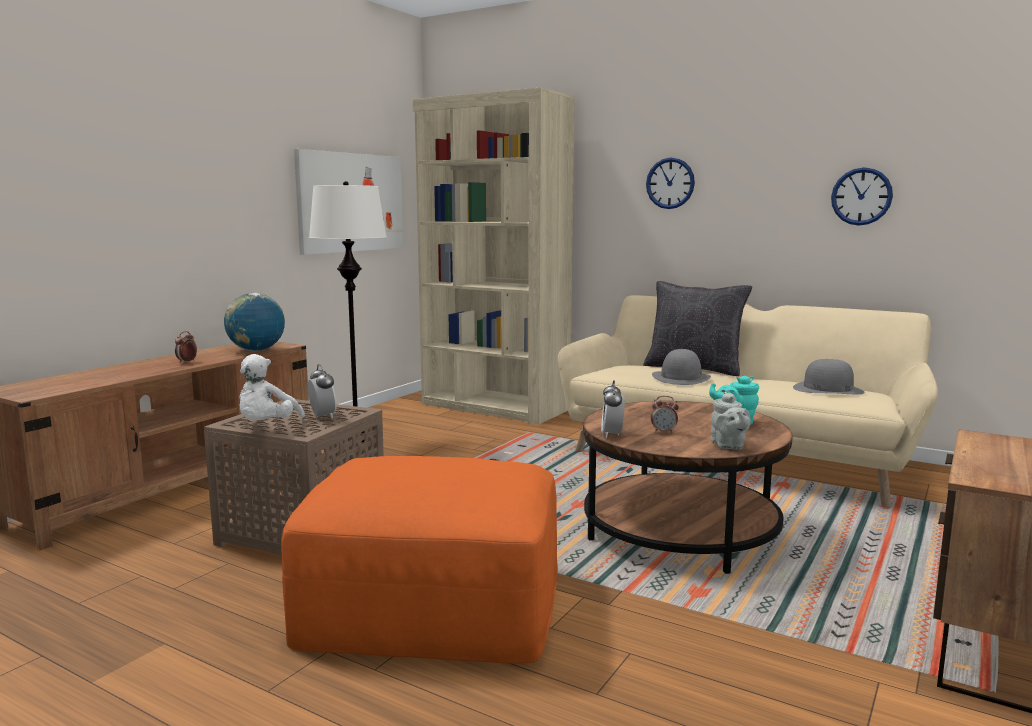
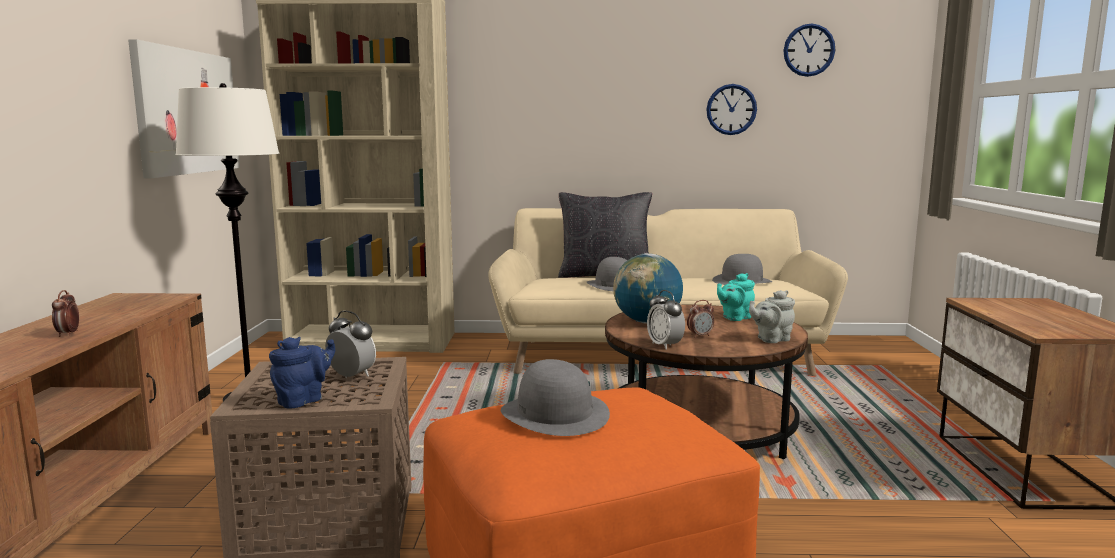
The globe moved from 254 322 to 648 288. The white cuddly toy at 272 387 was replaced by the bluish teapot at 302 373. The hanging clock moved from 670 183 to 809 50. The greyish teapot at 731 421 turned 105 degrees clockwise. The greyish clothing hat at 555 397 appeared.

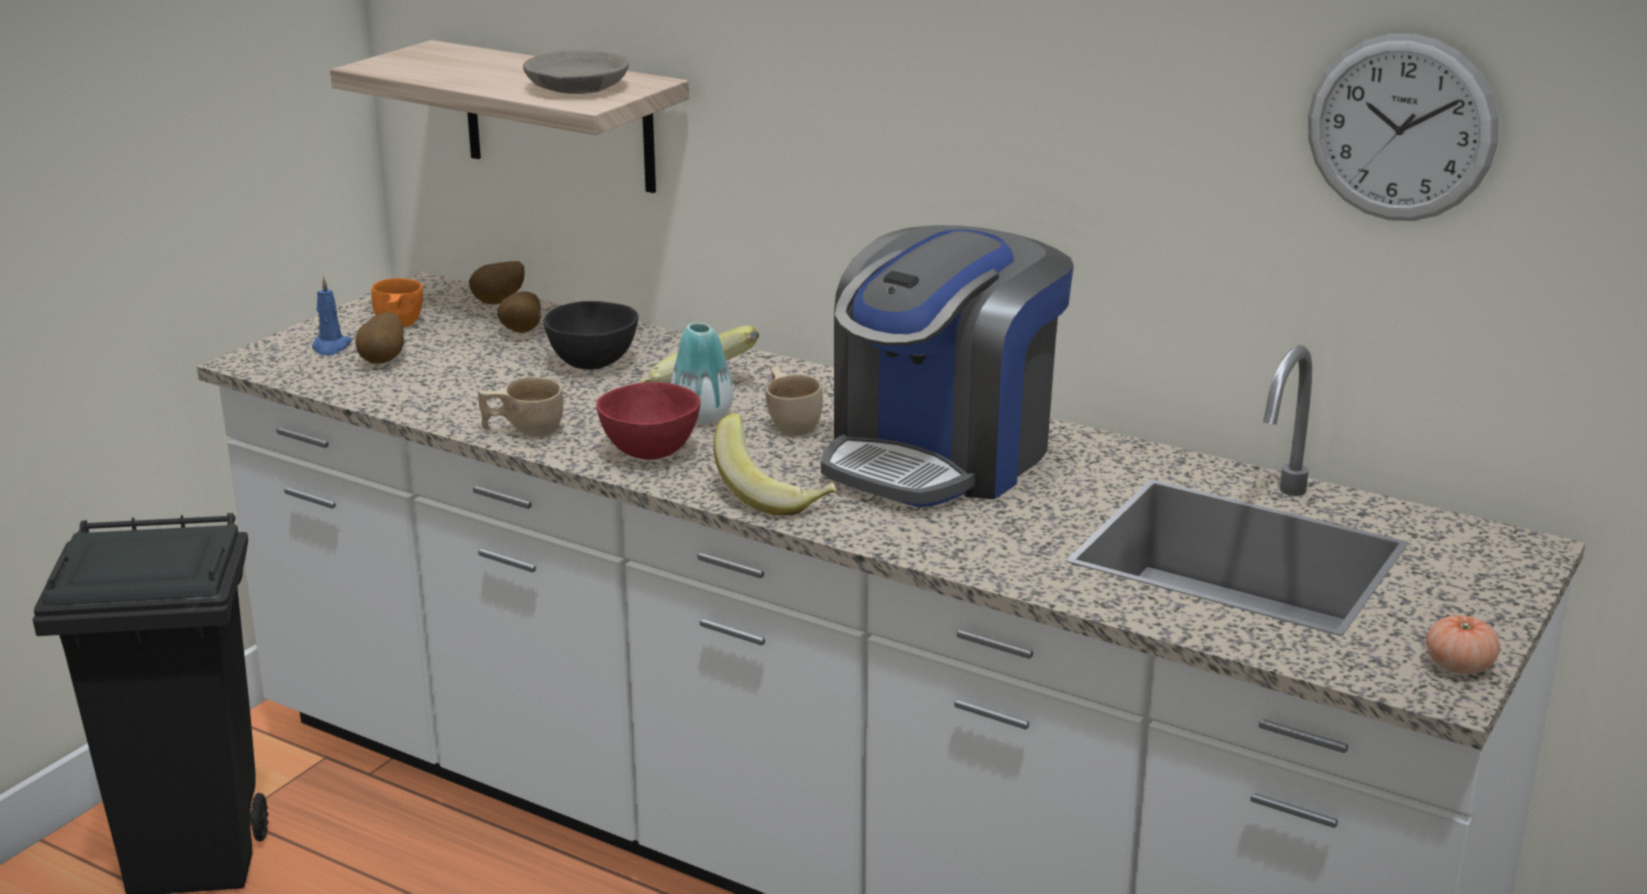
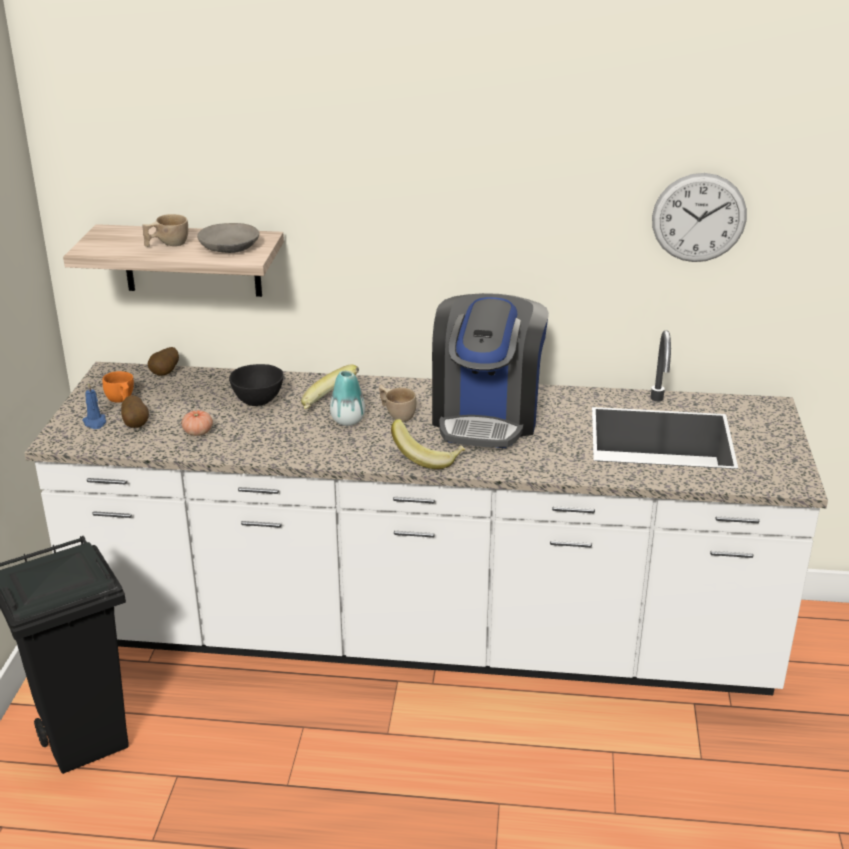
The sand-coloured drinking cup moved from 520 407 to 165 230. The whole potato at 519 312 disappeared. The red serving bowl at 648 421 disappeared. The tomato moved from 1463 644 to 197 423.

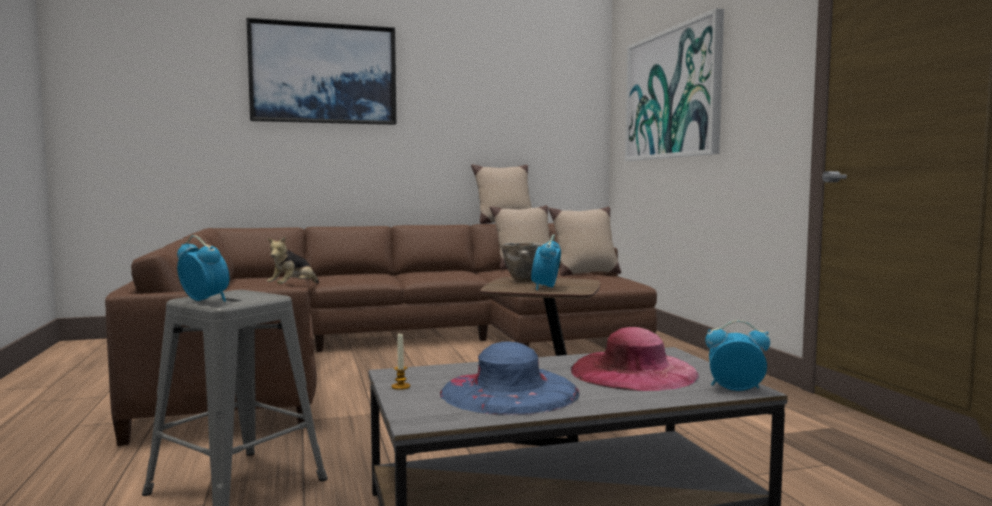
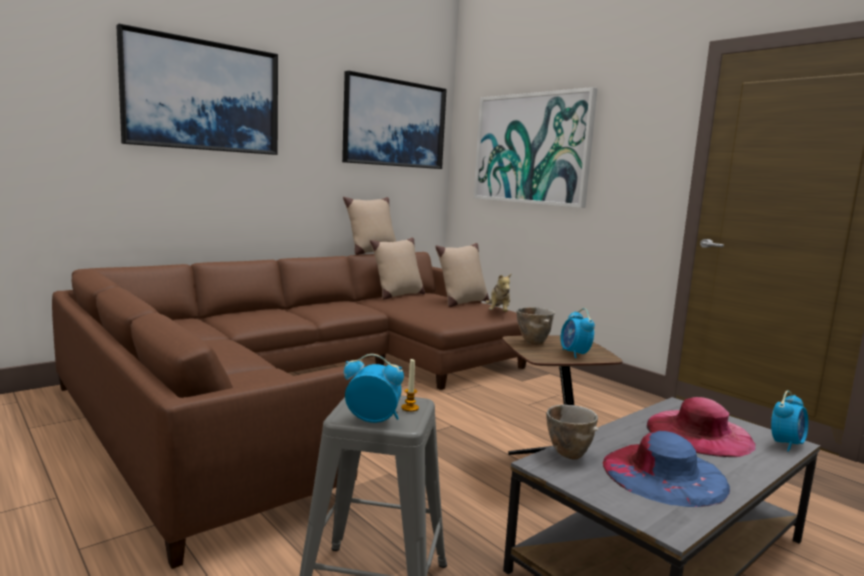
The cuddly toy moved from 293 260 to 498 293. The candle moved from 401 361 to 410 385. The table clock at 737 355 turned 150 degrees clockwise. The wall picture at 394 120 appeared. The serving bowl at 572 432 appeared.

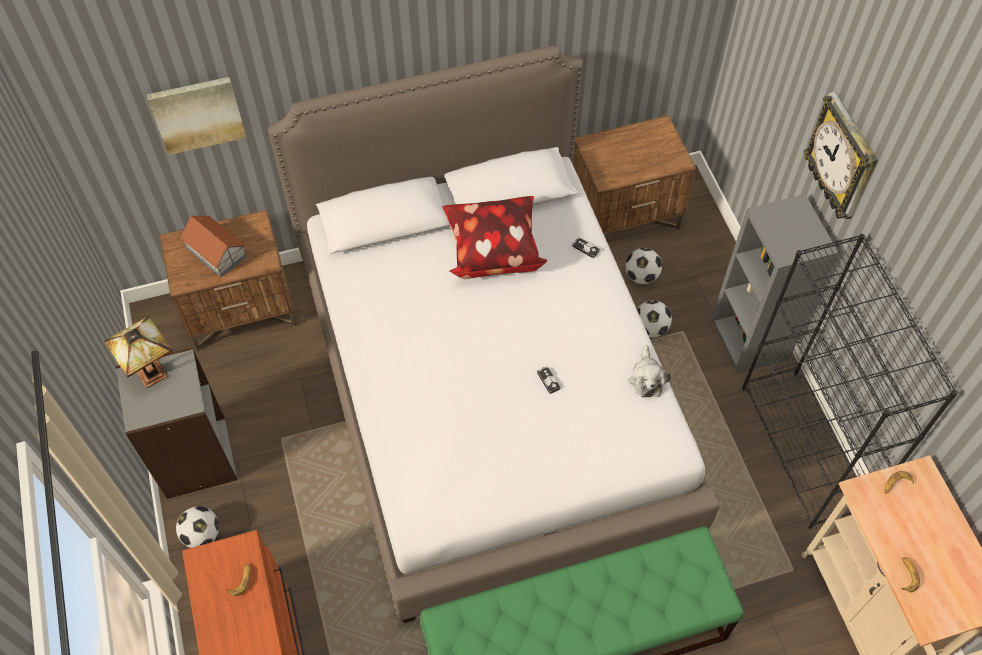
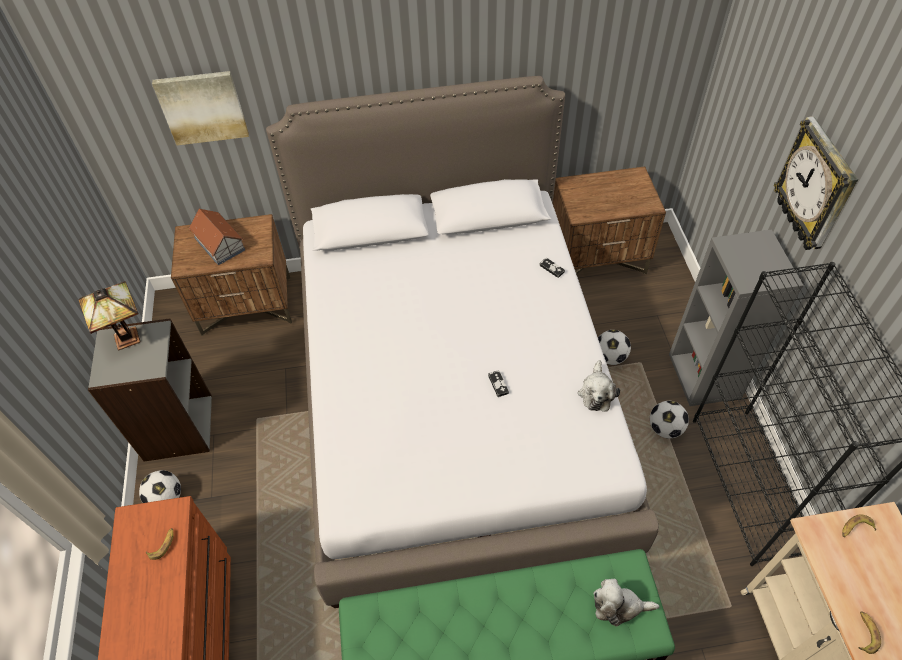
The pillow at 494 237 disappeared. The ball for football moved from 643 266 to 669 420. The cuddly toy at 626 602 appeared.

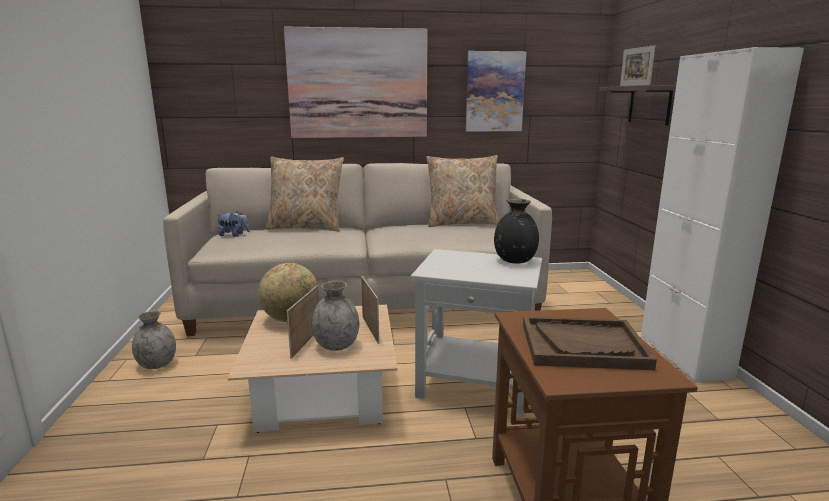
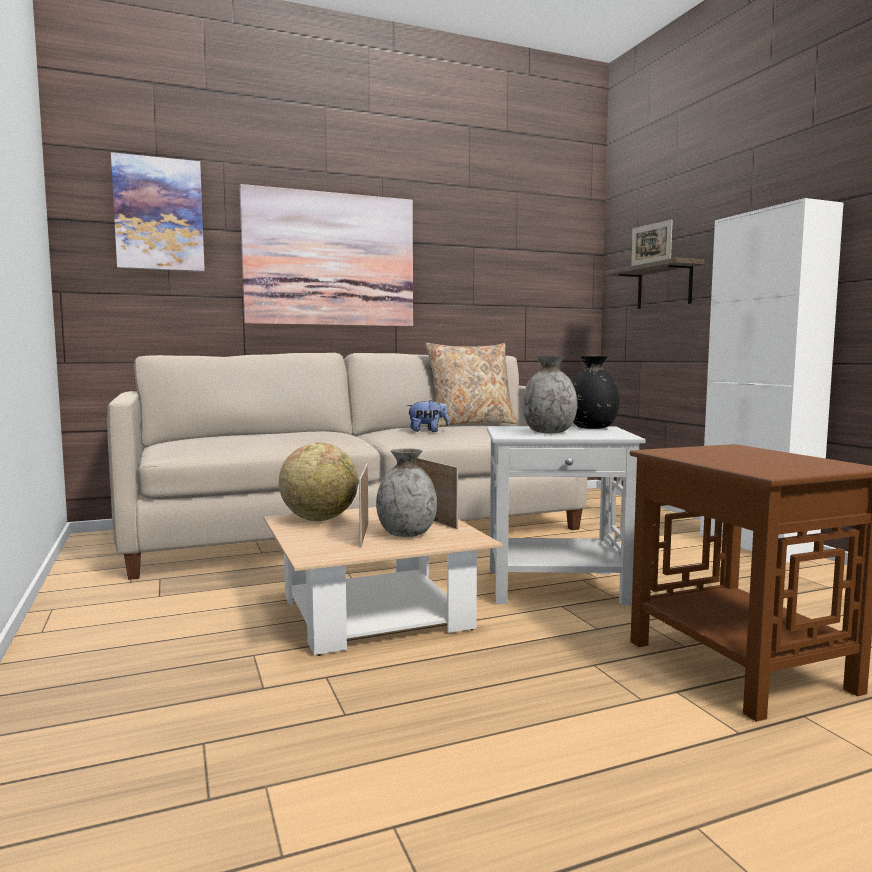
The greyish flower vase moved from 154 340 to 549 394. The cuddly toy moved from 233 224 to 428 416. The sand-coloured pillow at 304 194 disappeared. The wall picture moved from 496 91 to 158 212. The brown tray at 590 343 disappeared.

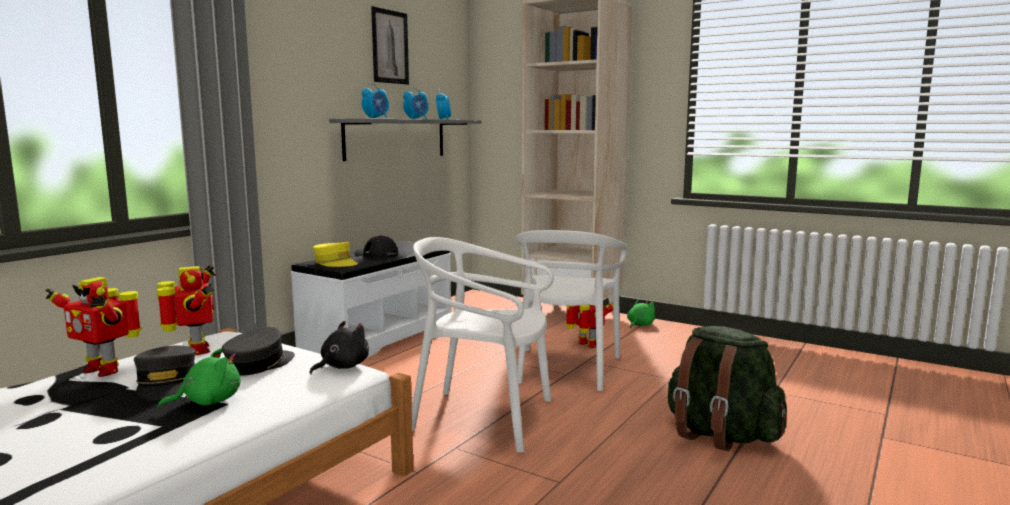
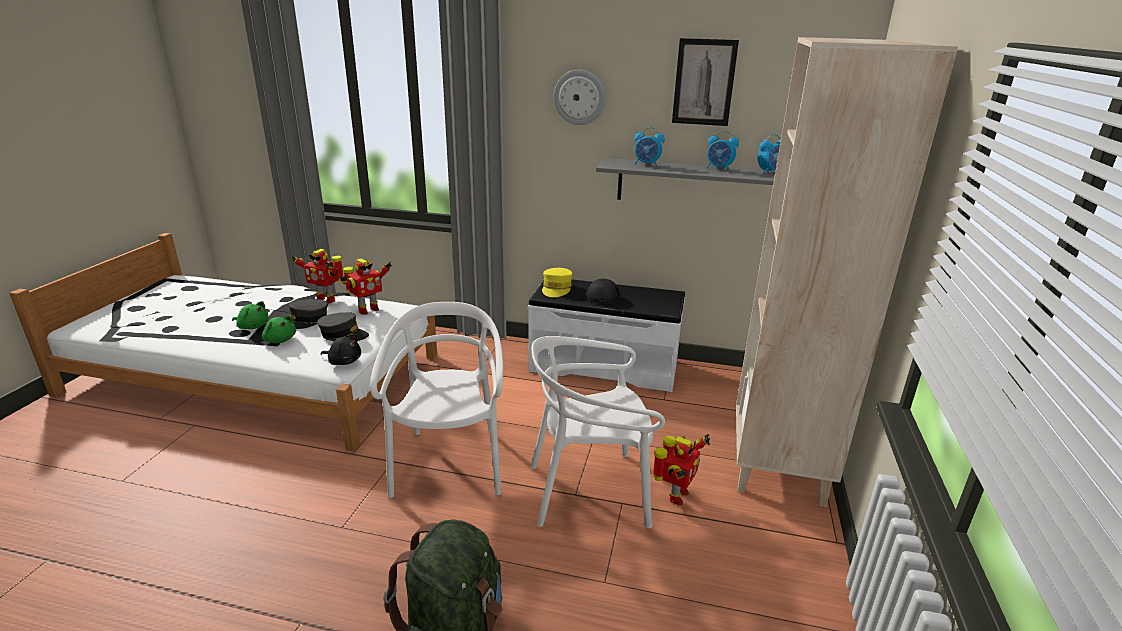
The model robot at 93 327 turned 75 degrees counterclockwise. The greenish cuddly toy moved from 641 314 to 250 315. The hanging clock at 579 97 appeared.

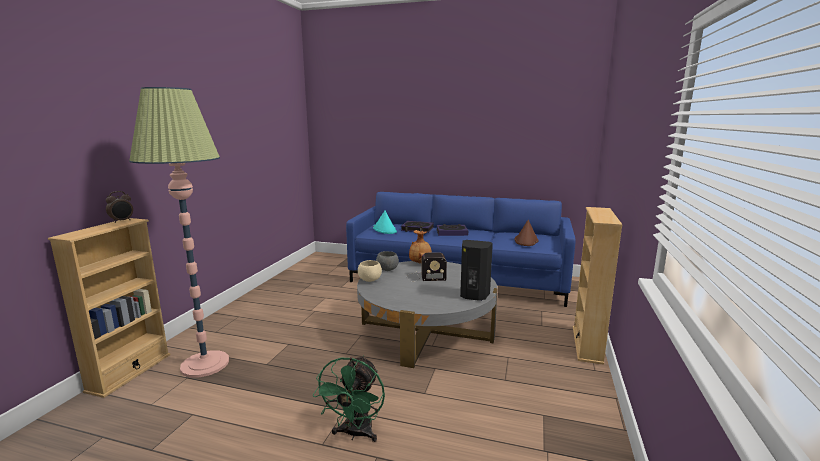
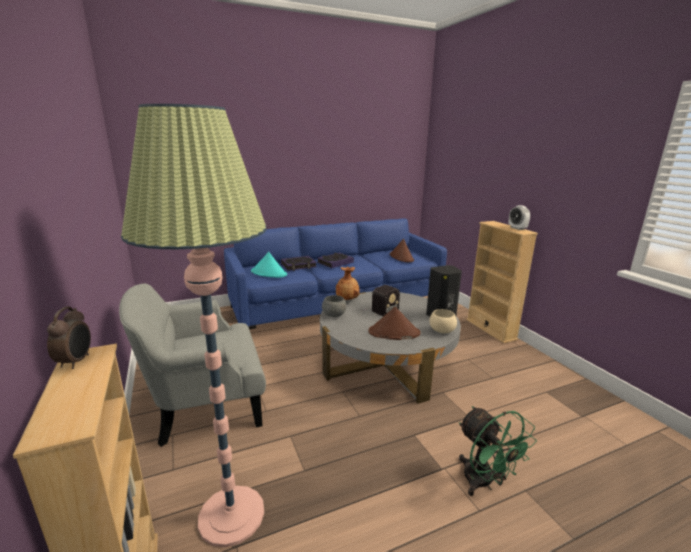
The sand-coloured serving bowl moved from 370 271 to 443 321. The greyish lounge chair at 192 365 appeared. The brown clothing hat at 394 323 appeared. The table clock at 519 217 appeared.

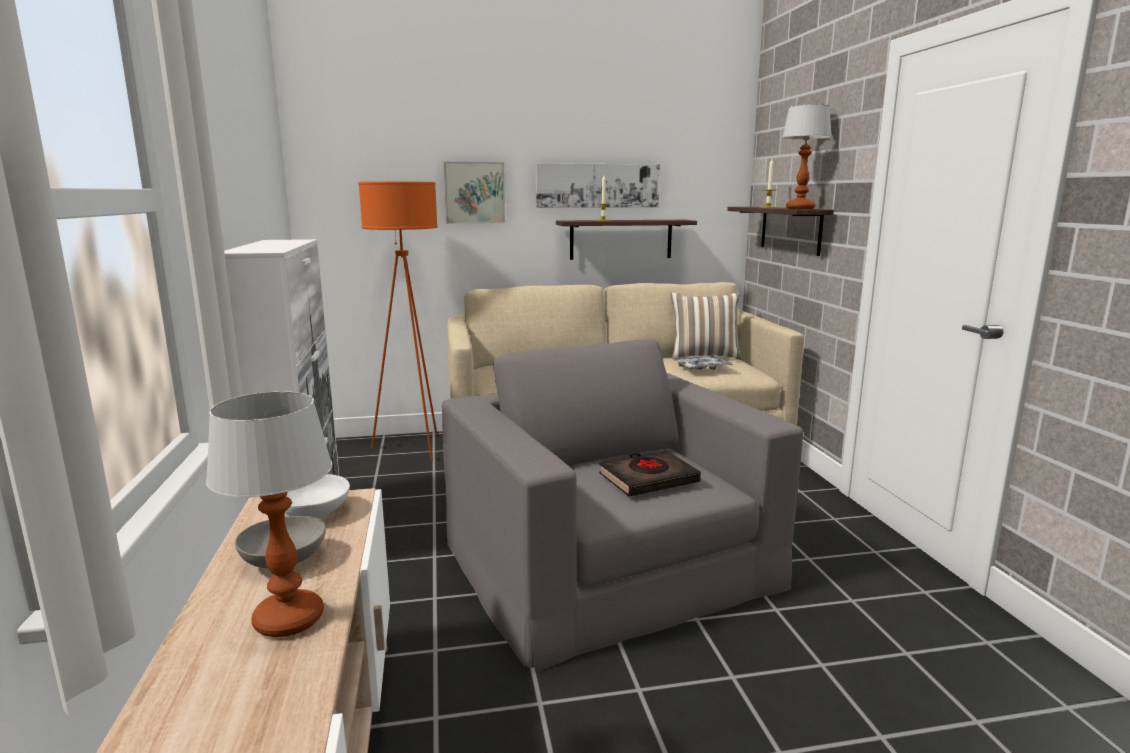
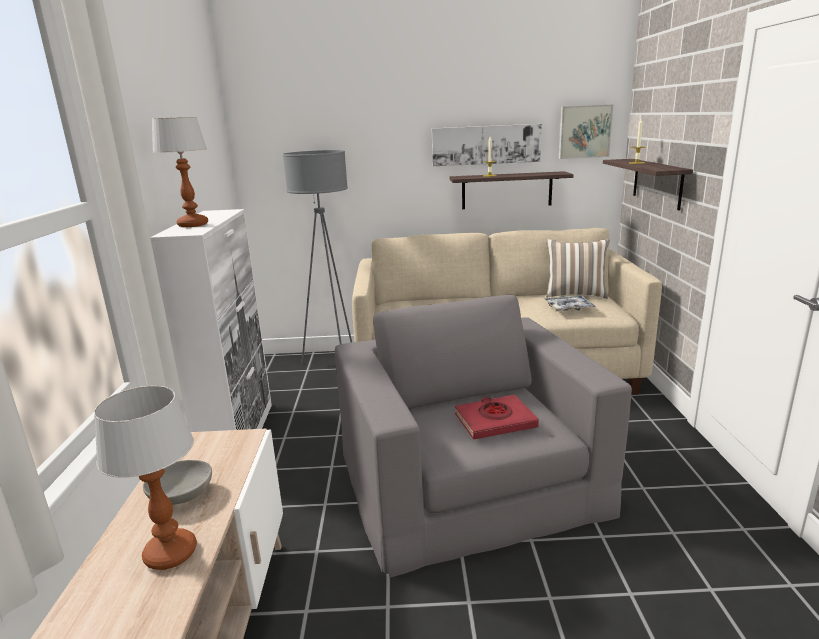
The white serving bowl at 317 496 disappeared. The orange standing lamp at 398 321 became the greyish standing lamp at 317 257. The wall picture moved from 474 192 to 585 132. The black-coloured volume at 650 473 became the red volume at 497 417. The lamp for a table moved from 807 156 to 180 172.

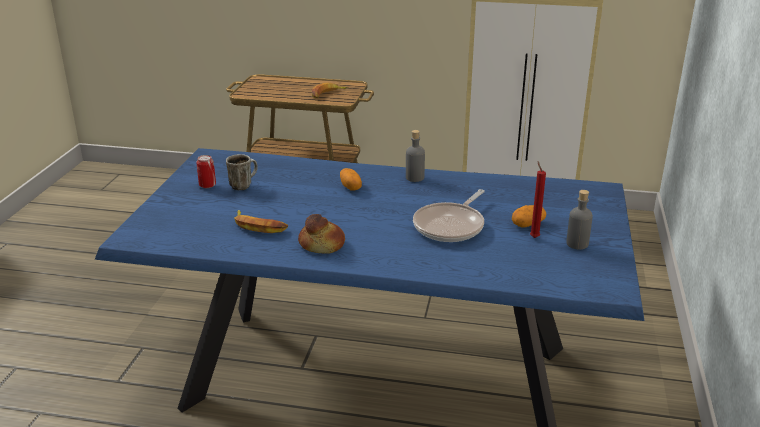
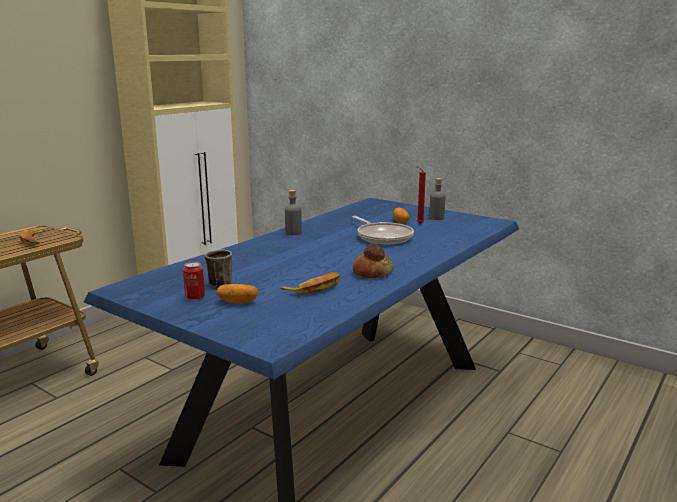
The whole potato moved from 351 179 to 237 294.

